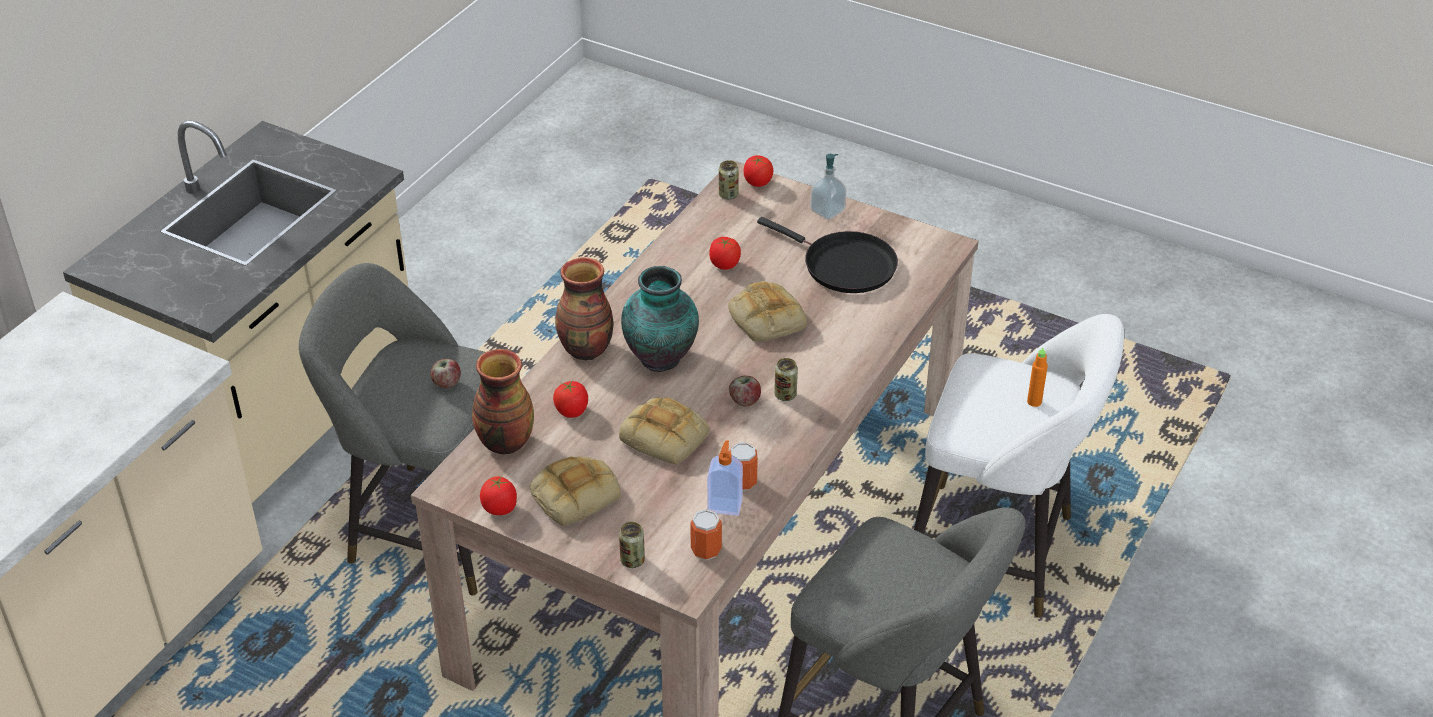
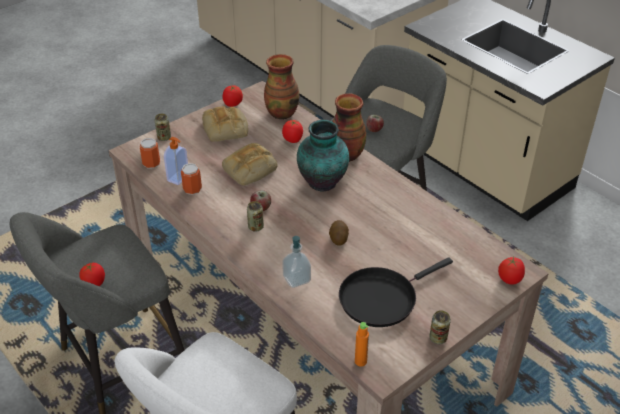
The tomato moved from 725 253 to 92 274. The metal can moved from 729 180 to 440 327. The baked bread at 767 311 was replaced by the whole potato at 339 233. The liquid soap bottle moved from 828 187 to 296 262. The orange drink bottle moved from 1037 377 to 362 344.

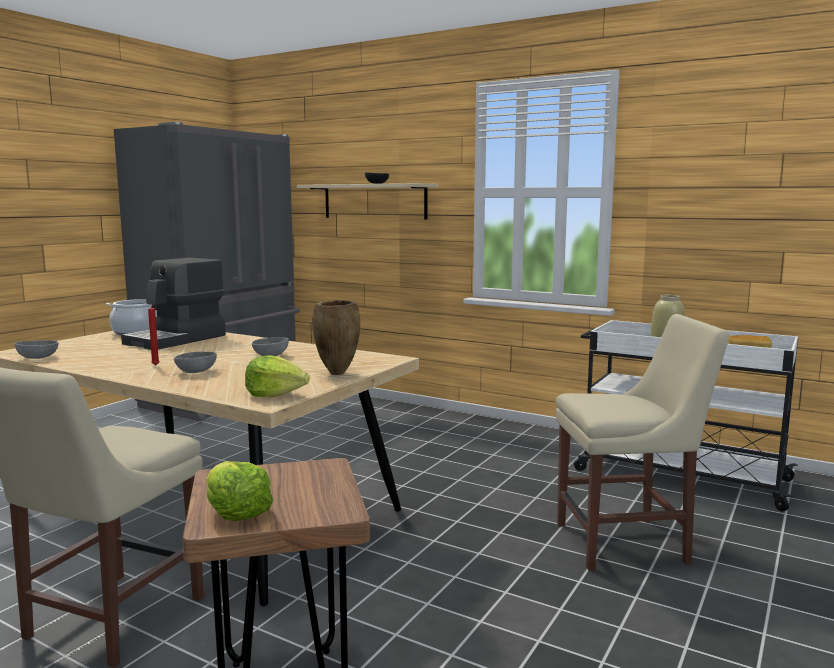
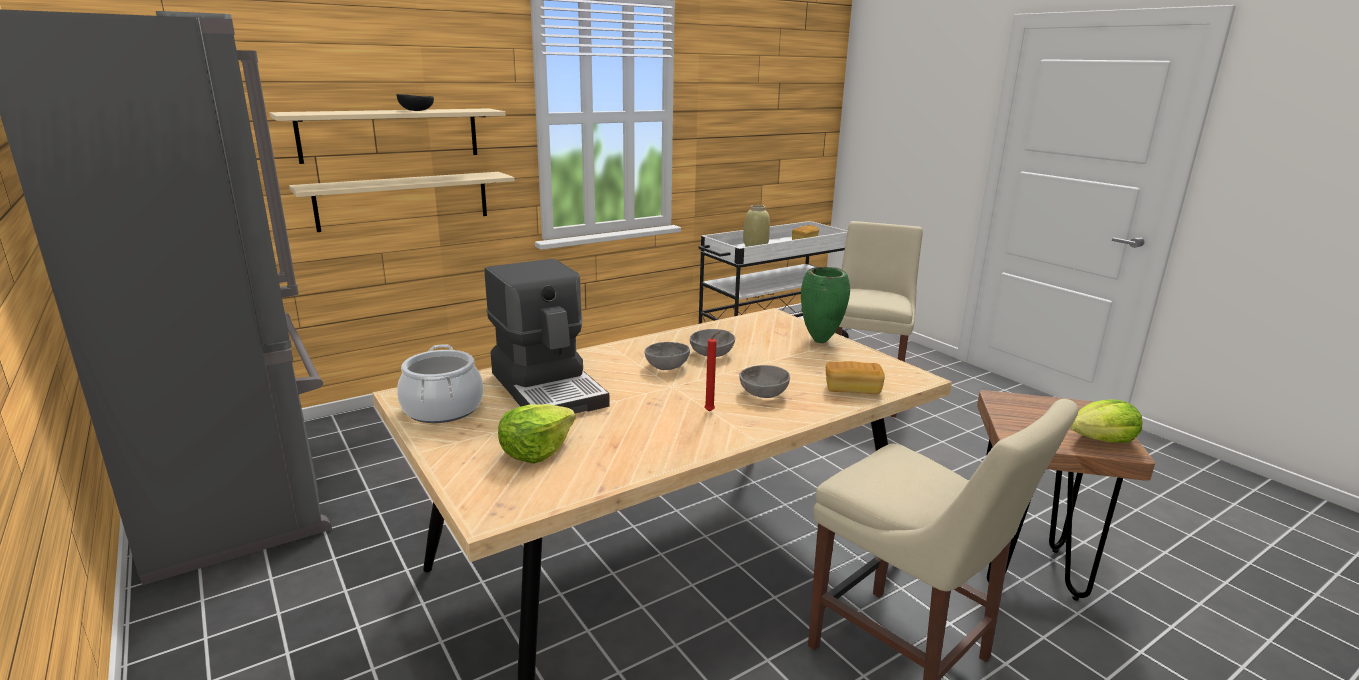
The greyish serving bowl moved from 36 349 to 667 356. The lettuce head moved from 277 376 to 537 434. The brown flower vase at 336 337 became the greenish flower vase at 825 305. The sand-coloured wall shelf at 402 202 appeared. The baked bread at 855 377 appeared.

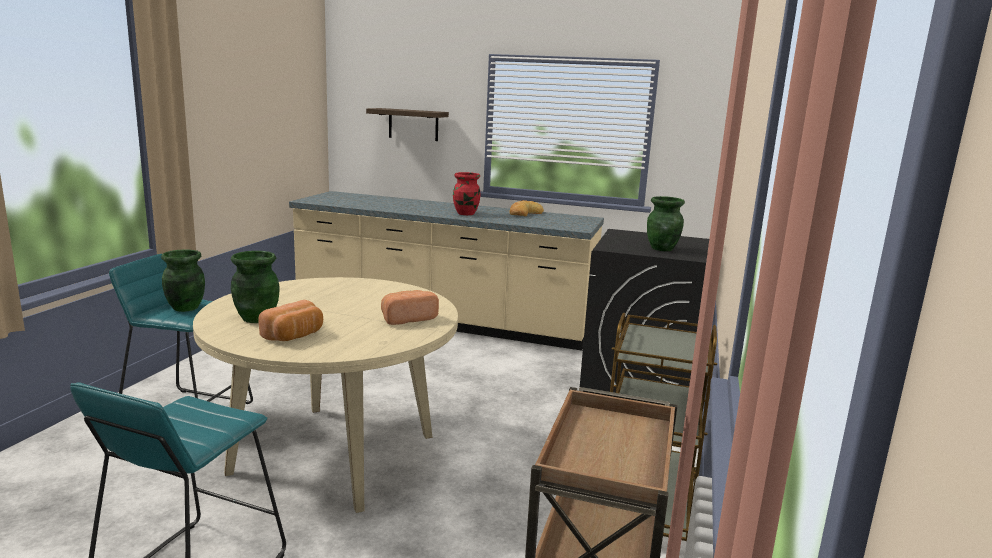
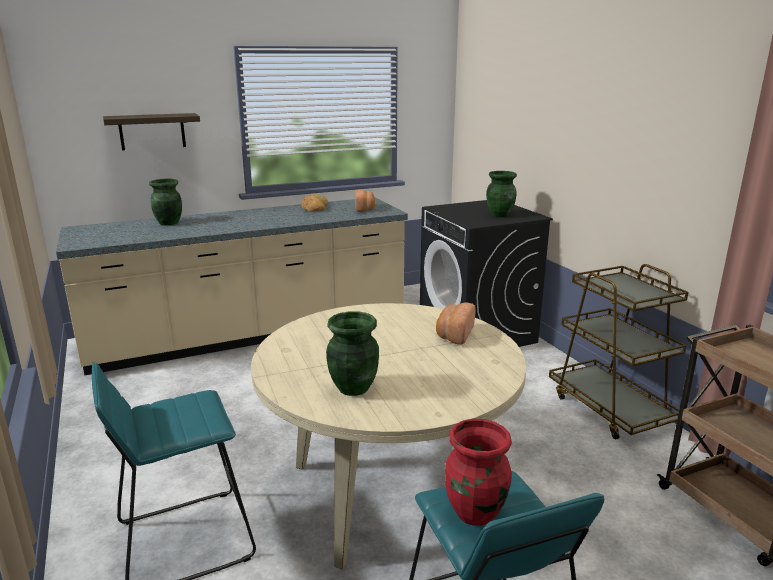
The greenish flower vase moved from 183 280 to 165 202. The baked bread moved from 291 320 to 365 201. The red flower vase moved from 466 193 to 478 472.

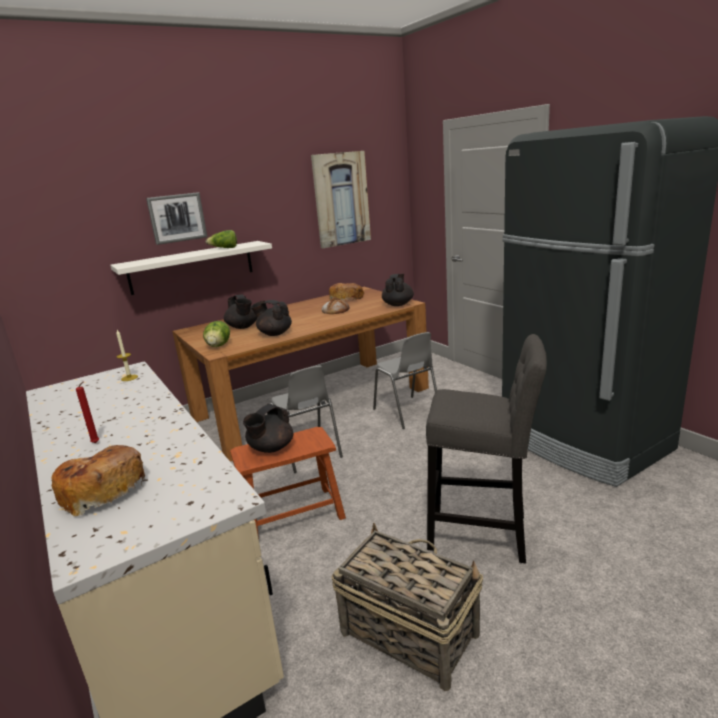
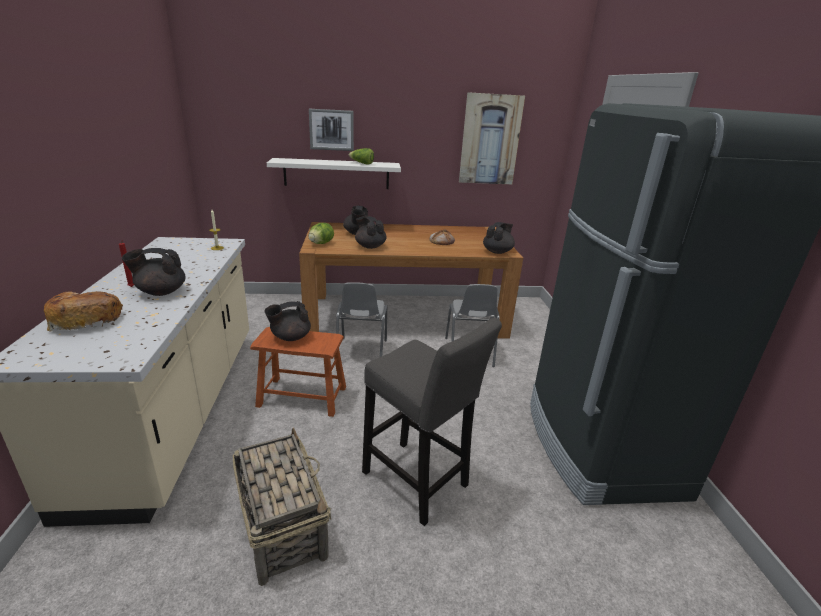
The baked bread at 346 291 disappeared. The black-coloured teapot at 154 272 appeared.

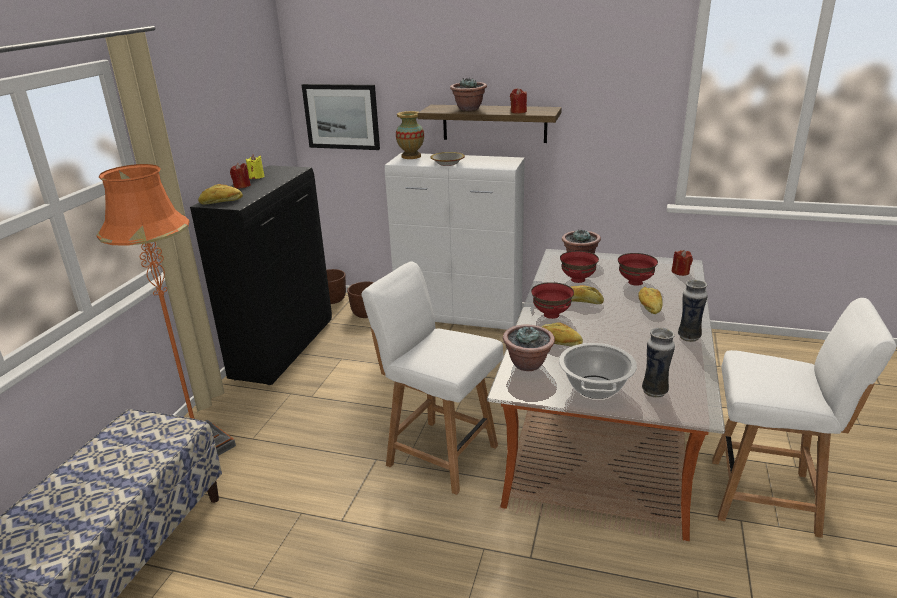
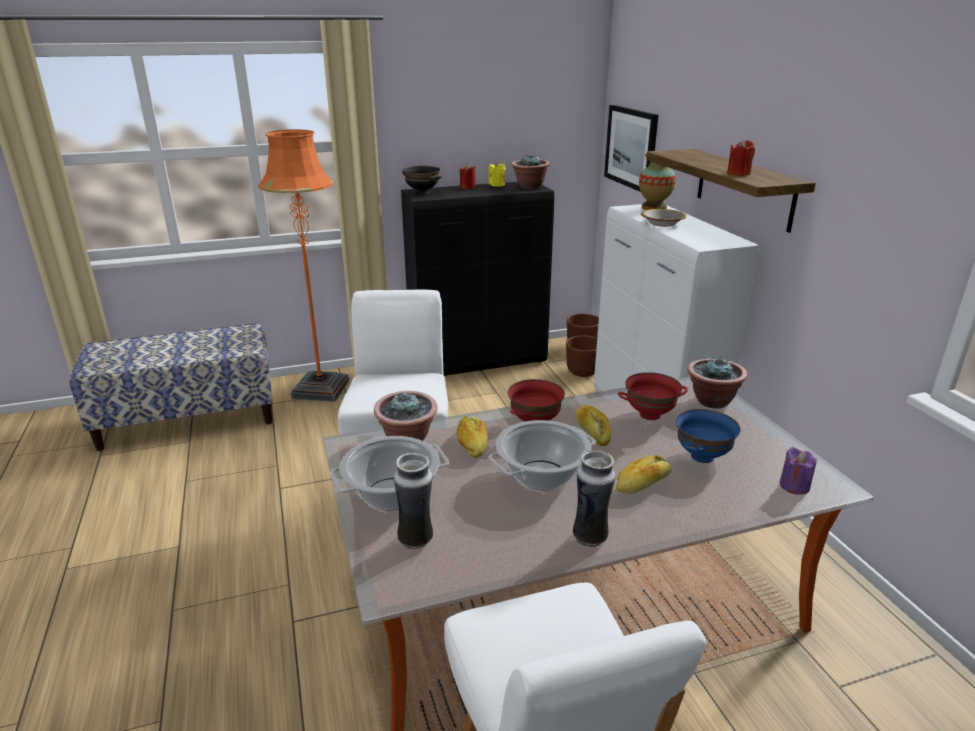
The baked bread at 220 194 was replaced by the black-coloured serving bowl at 422 180. The plant in a pot moved from 468 94 to 530 172. The red serving bowl at 638 269 became the bluish serving bowl at 708 436. The red candle at 682 263 became the purple candle at 798 471. The cooking pot at 542 455 appeared.

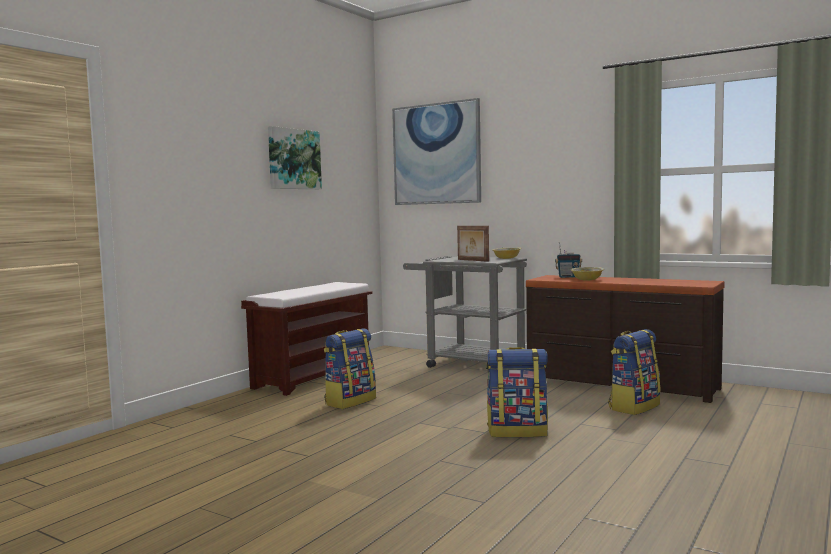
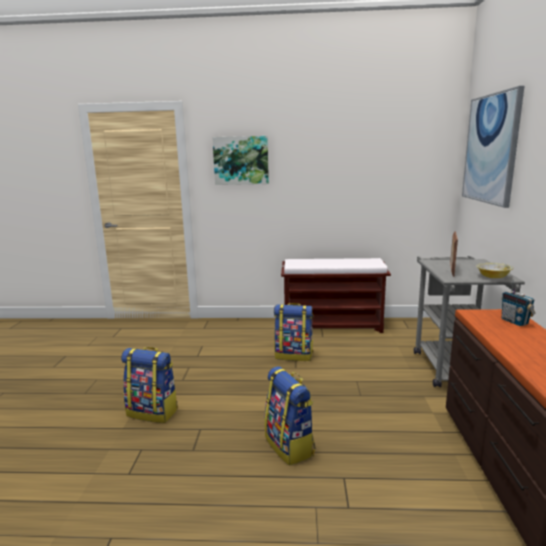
The wall picture moved from 295 157 to 240 160. The serving bowl at 587 274 disappeared. The backpack moved from 634 372 to 149 385.

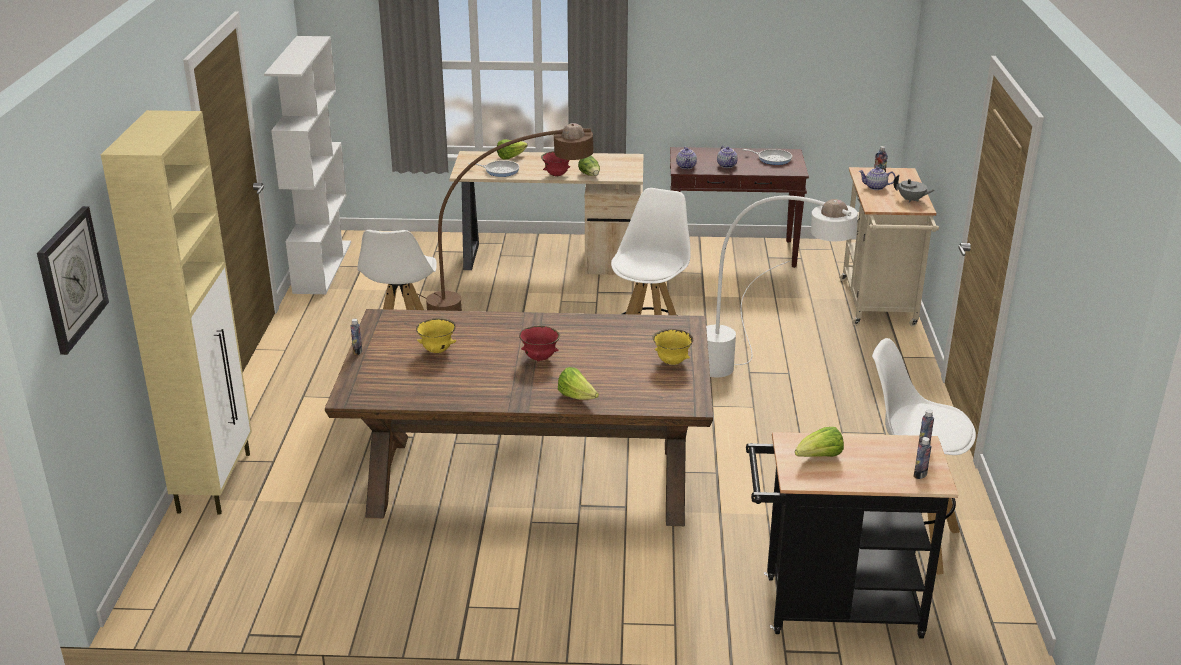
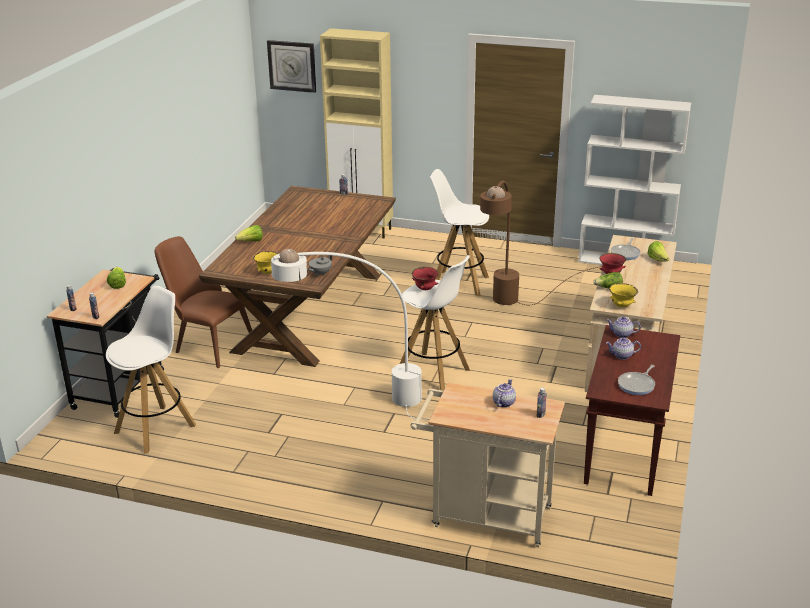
The yellow serving bowl moved from 436 335 to 623 295. The red serving bowl moved from 539 343 to 425 278. The greyish teapot moved from 914 188 to 320 263. The brown upright chair at 203 302 appeared.

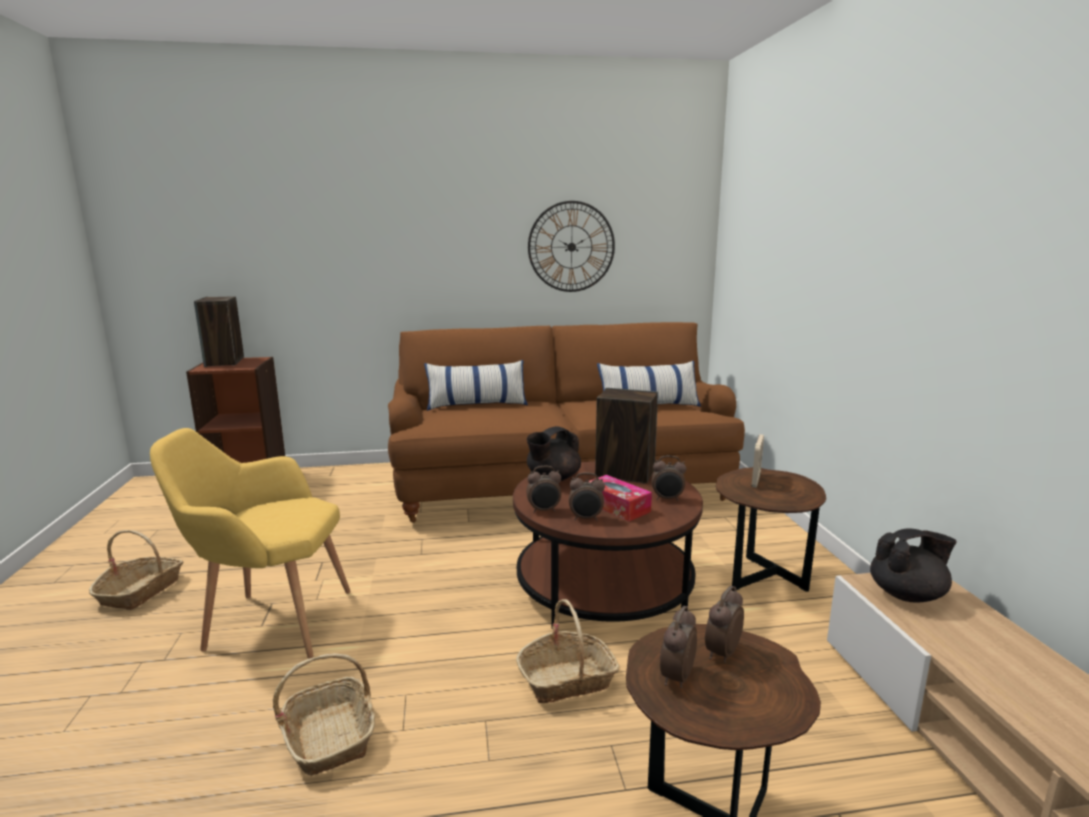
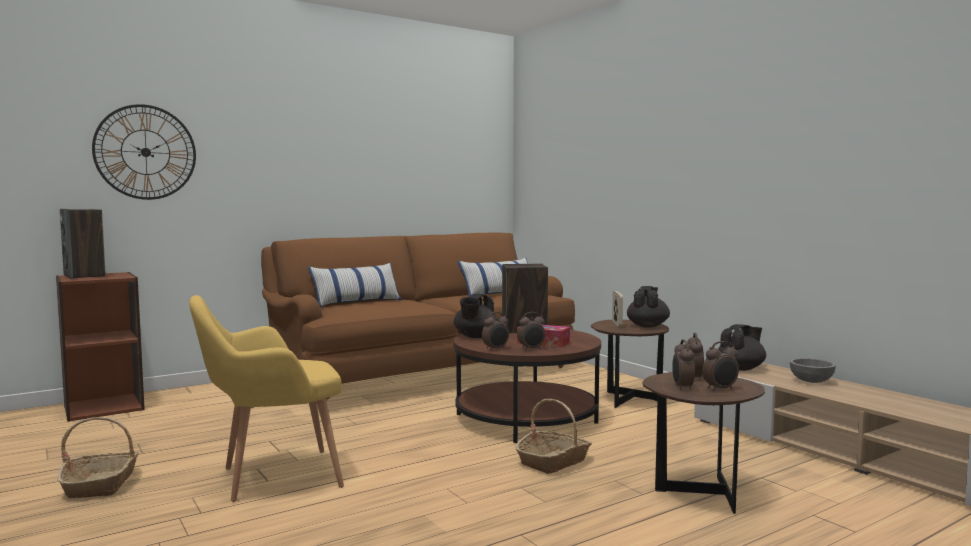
The household basket at 324 714 disappeared. The hanging clock moved from 571 246 to 144 152. The table clock moved from 668 478 to 720 366. The black-coloured teapot at 648 306 appeared. The greyish serving bowl at 813 370 appeared.

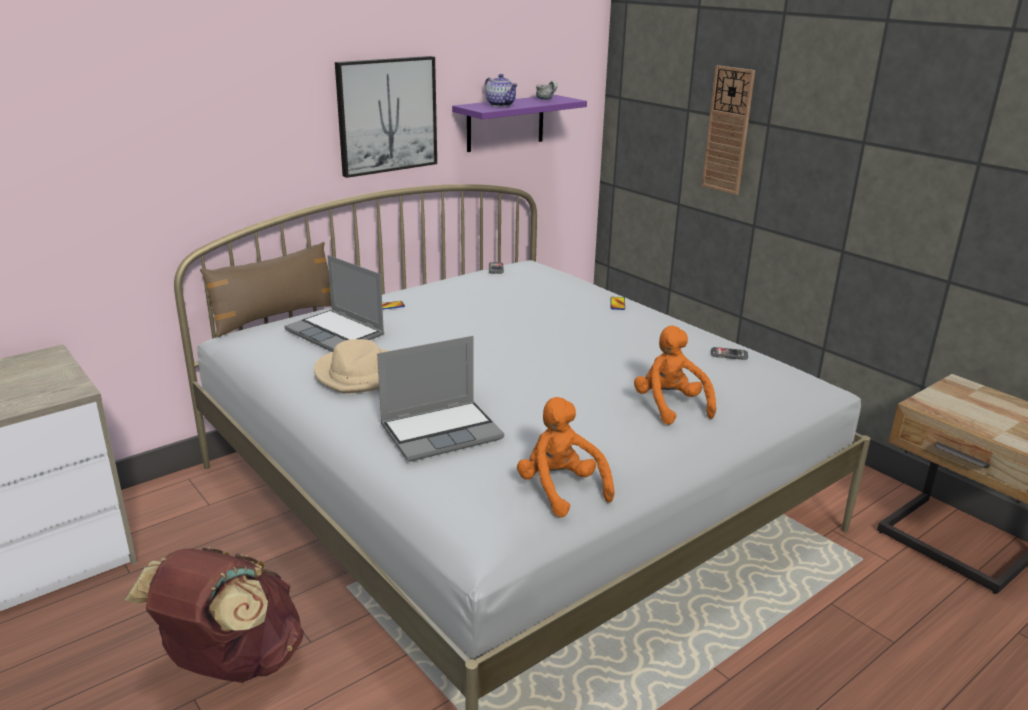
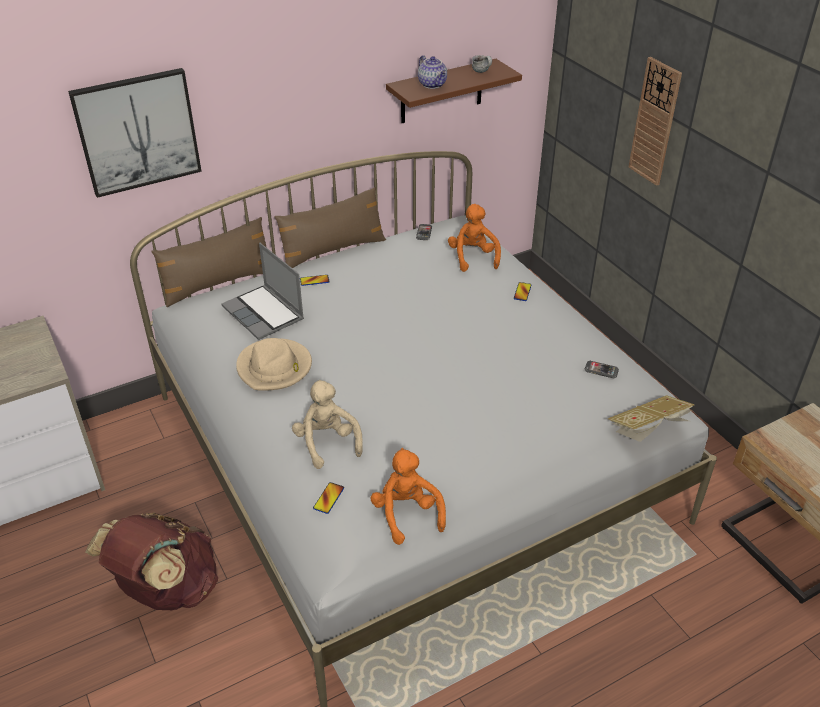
The wall picture moved from 386 117 to 135 133. The portable computer at 440 399 was replaced by the sand-coloured cuddly toy at 327 424. The purple wall shelf at 519 123 became the brown wall shelf at 454 91. The orange cuddly toy moved from 675 375 to 474 238. The brown pillow at 330 227 appeared. The telephone at 328 498 appeared. The volume at 651 418 appeared.

